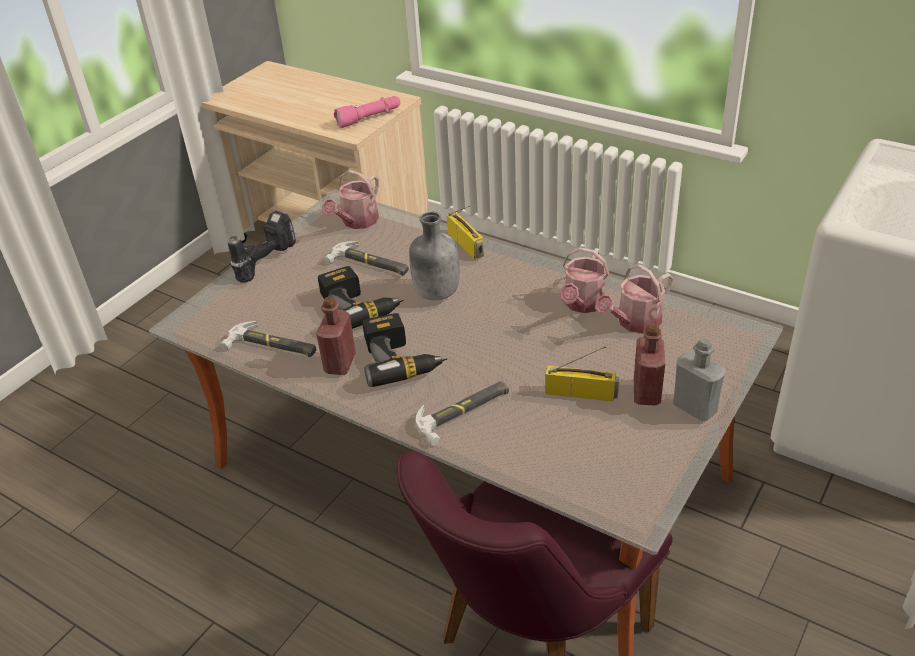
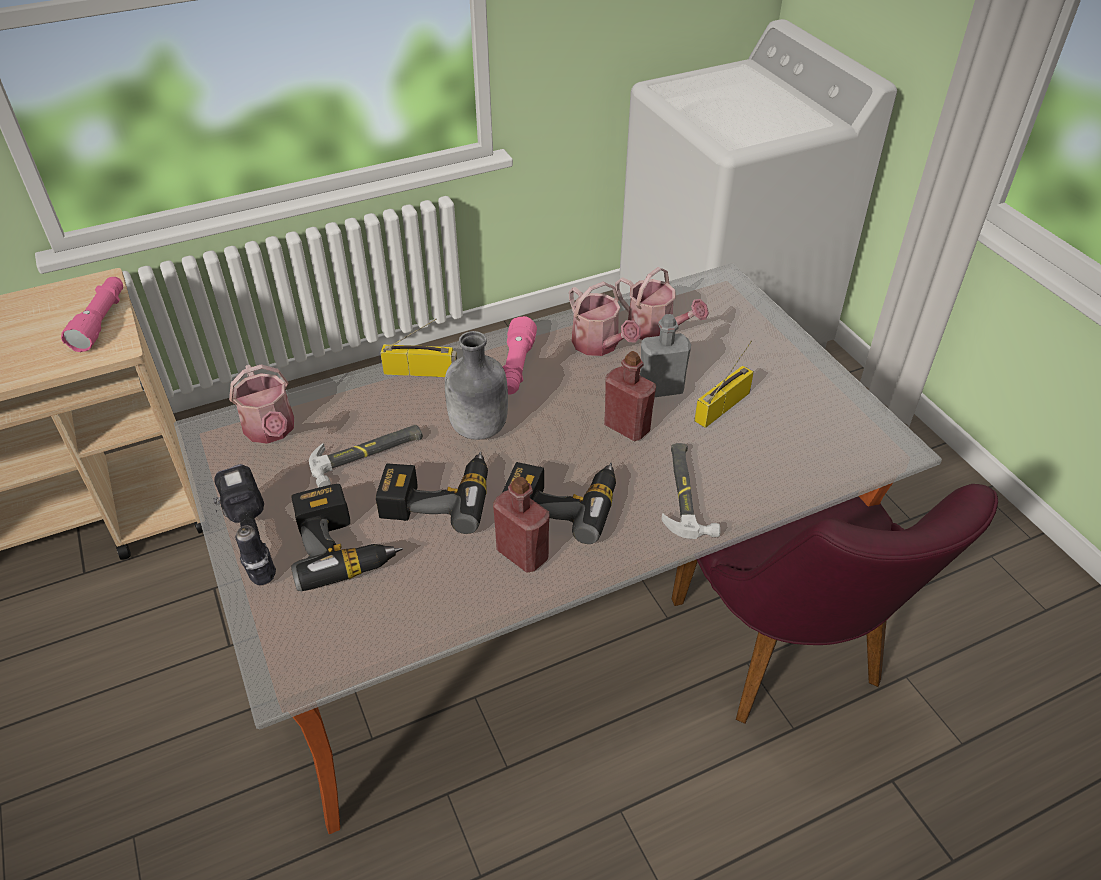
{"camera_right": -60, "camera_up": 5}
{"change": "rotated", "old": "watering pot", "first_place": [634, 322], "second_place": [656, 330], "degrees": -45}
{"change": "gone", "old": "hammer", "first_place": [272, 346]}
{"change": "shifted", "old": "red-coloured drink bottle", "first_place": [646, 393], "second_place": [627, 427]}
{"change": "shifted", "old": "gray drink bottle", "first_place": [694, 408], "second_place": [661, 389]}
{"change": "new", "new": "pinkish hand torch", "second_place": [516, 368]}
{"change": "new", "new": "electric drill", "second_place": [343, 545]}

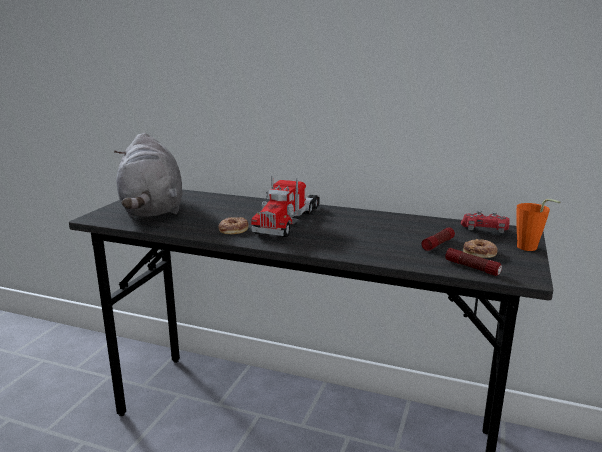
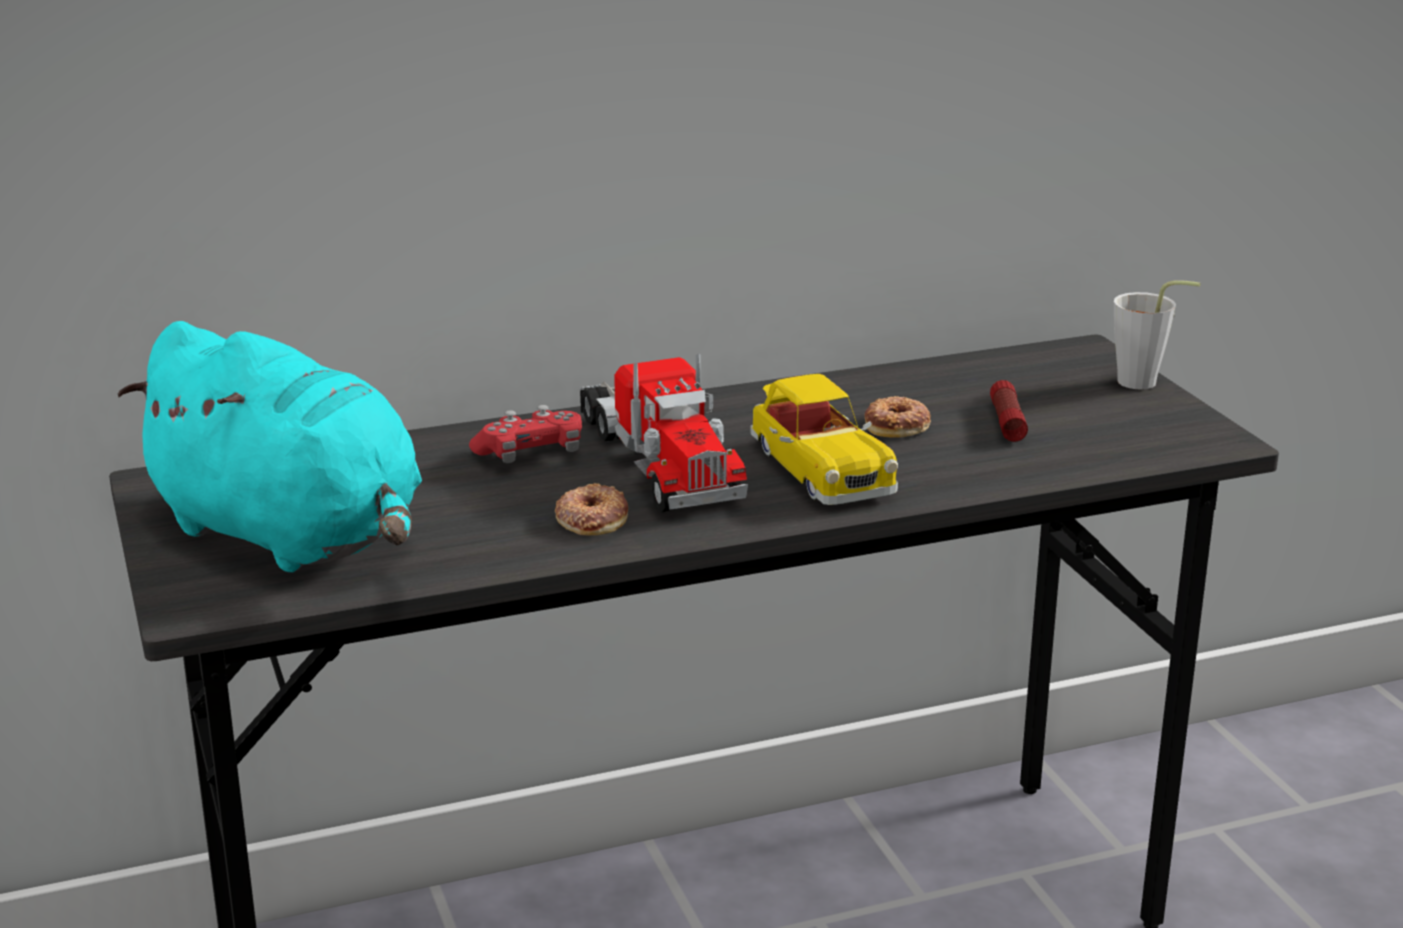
{"camera_right": -40, "camera_up": 5}
{"change": "repainted", "old": "gray plush toy", "new": "blue-green plush toy", "first_place": [152, 210], "second_place": [293, 537]}
{"change": "repainted", "old": "orange small cup", "new": "gray small cup", "first_place": [530, 249], "second_place": [1146, 383]}
{"change": "shifted", "old": "red-coloured game controller", "first_place": [484, 231], "second_place": [530, 455]}
{"change": "shifted", "old": "ring doughnut", "first_place": [480, 253], "second_place": [897, 425]}
{"change": "gone", "old": "hand torch", "first_place": [472, 268]}
{"change": "new", "new": "toy car", "second_place": [819, 468]}

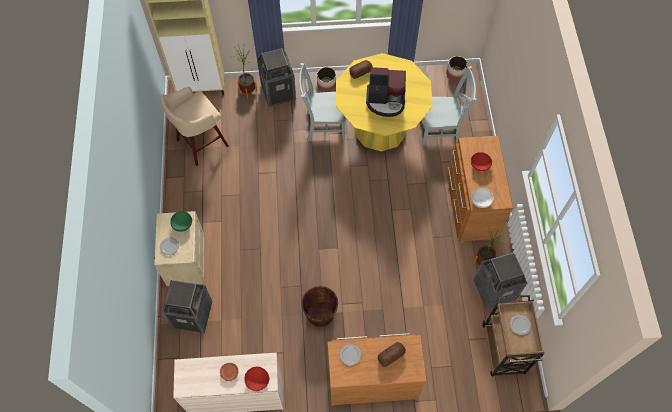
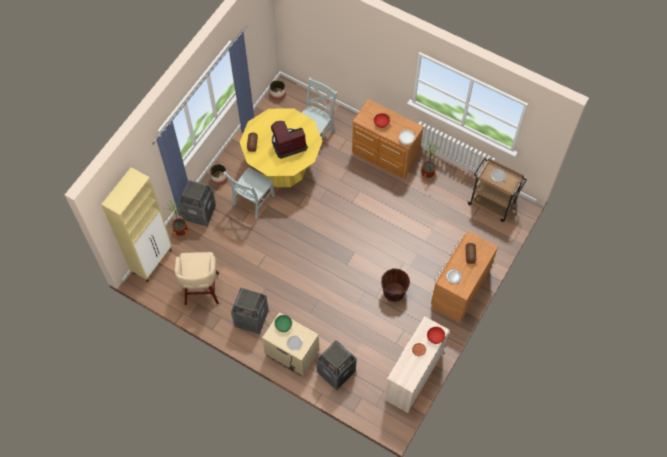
{"camera_right": -55, "camera_up": 0}
{"change": "rotated", "old": "coffee machine", "first_place": [386, 101], "second_place": [288, 144], "degrees": -150}
{"change": "shifted", "old": "trash can", "first_place": [494, 289], "second_place": [251, 319]}

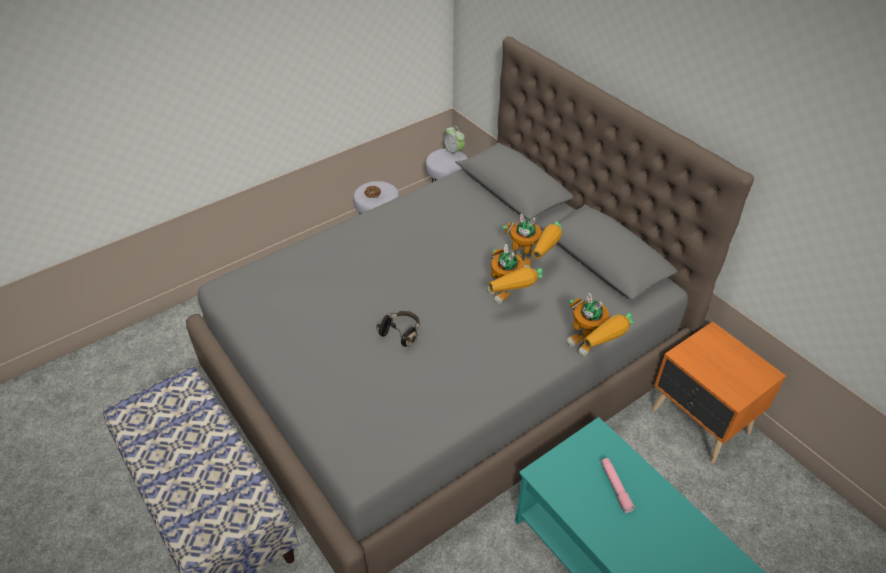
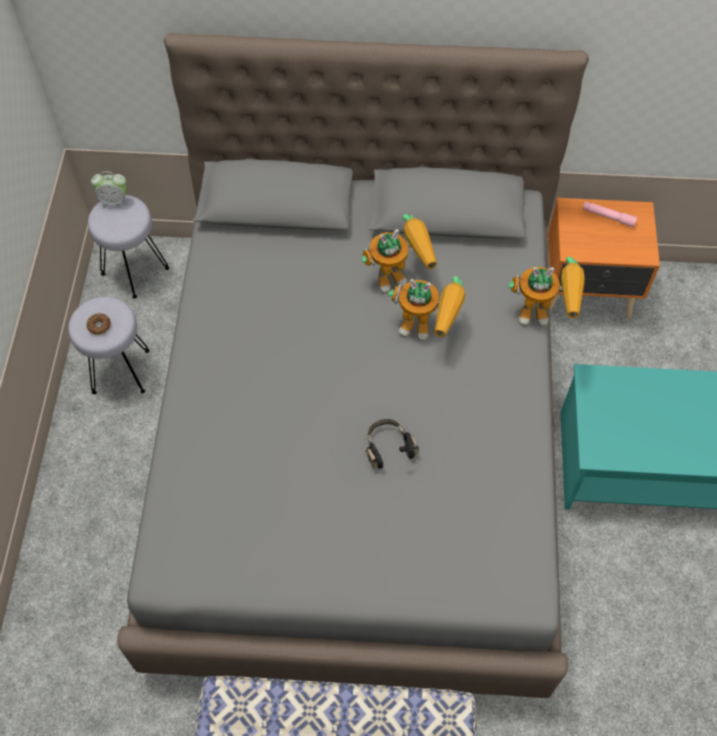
{"camera_right": -50, "camera_up": 15}
{"change": "shifted", "old": "pinkish hand torch", "first_place": [615, 487], "second_place": [608, 217]}

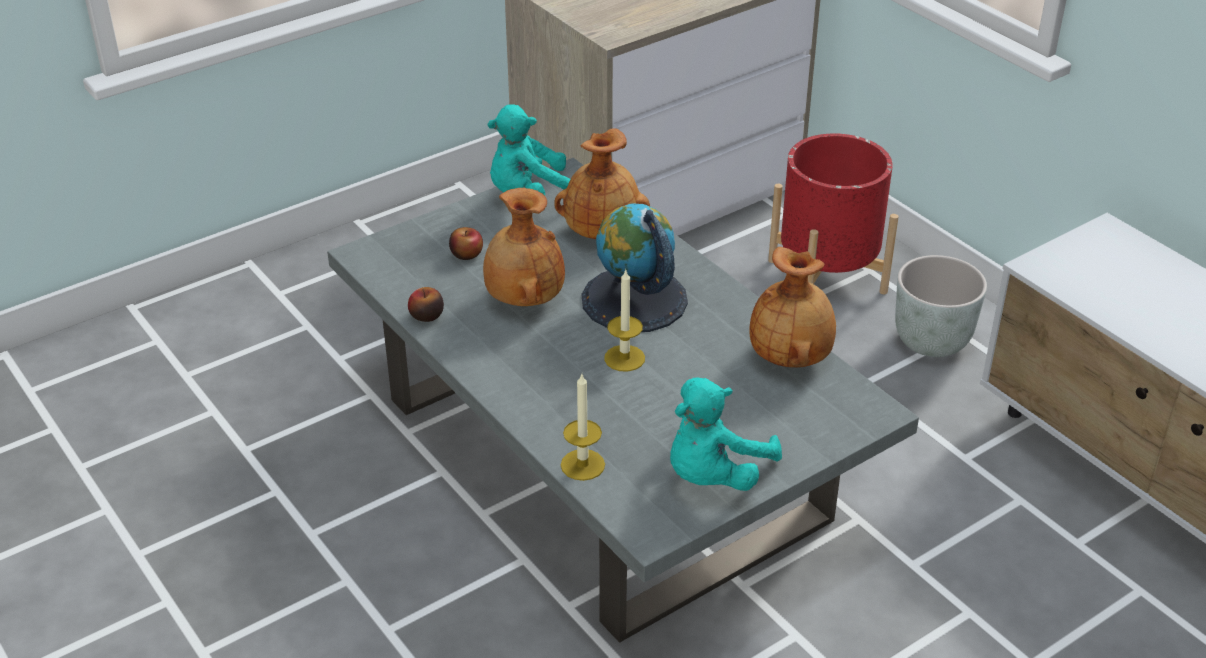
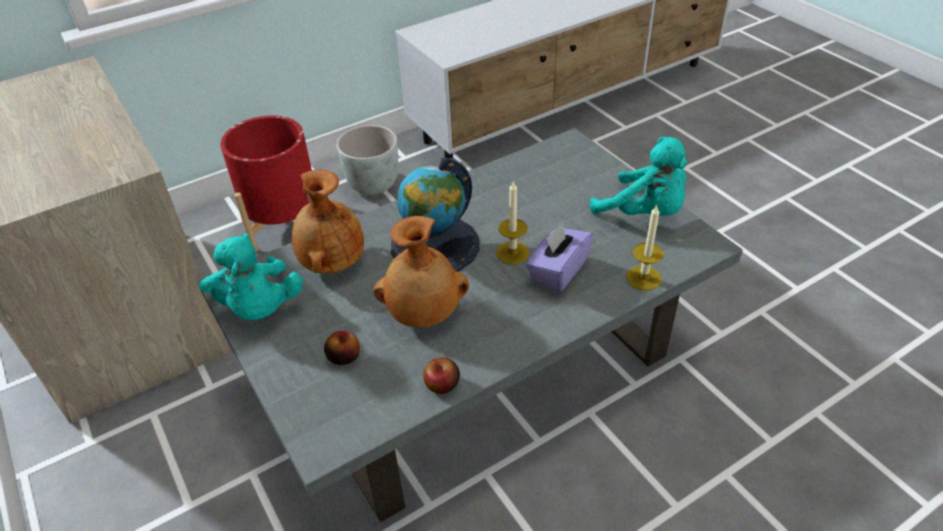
{"camera_right": -85, "camera_up": 5}
{"change": "gone", "old": "brown-coloured flower vase", "first_place": [791, 357]}
{"change": "new", "new": "purplish box of tissues", "second_place": [557, 271]}

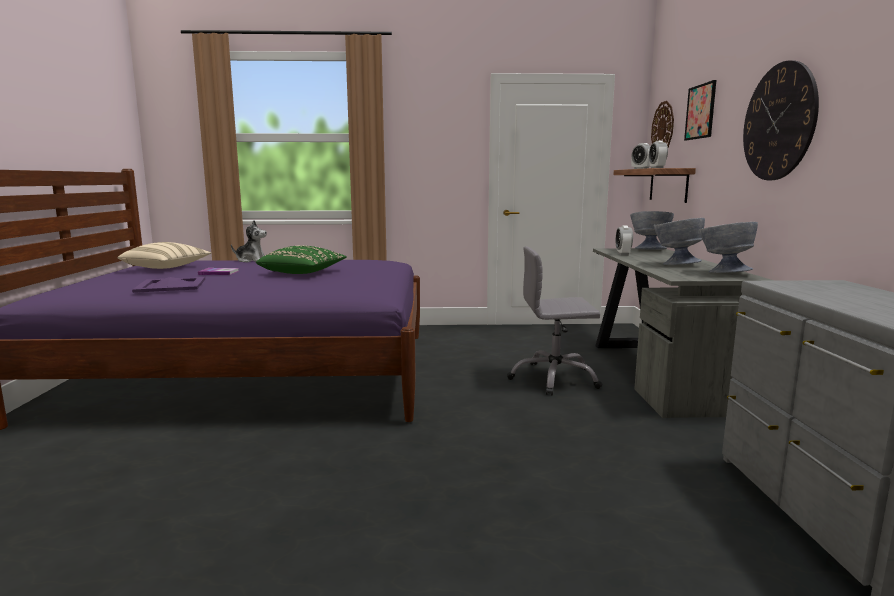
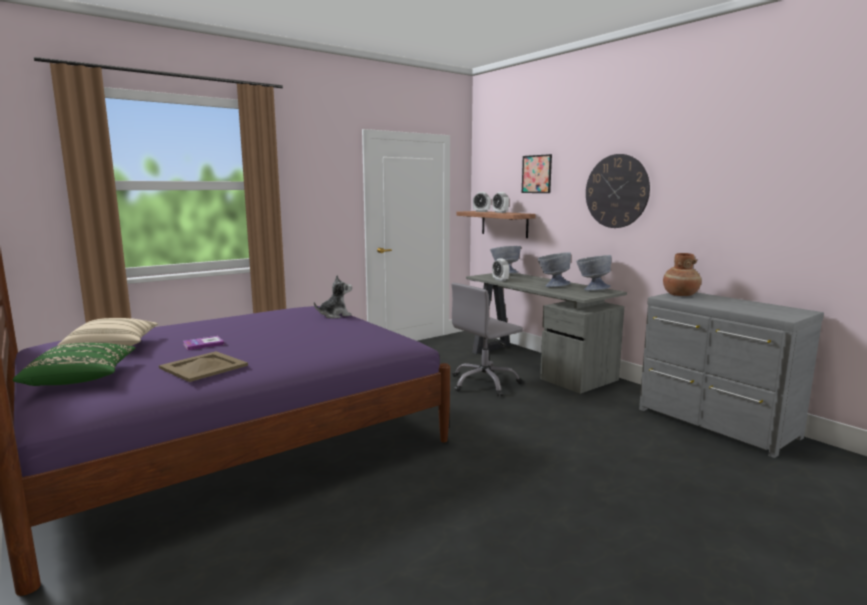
{"camera_right": -35, "camera_up": 0}
{"change": "gone", "old": "wall clock", "first_place": [663, 128]}
{"change": "shifted", "old": "plush toy", "first_place": [252, 260], "second_place": [335, 315]}
{"change": "shifted", "old": "greenish cushion", "first_place": [303, 273], "second_place": [81, 379]}
{"change": "repainted", "old": "purplish carrying tray", "new": "beige-coloured carrying tray", "first_place": [170, 285], "second_place": [203, 367]}
{"change": "new", "new": "brown-coloured flower vase", "second_place": [680, 295]}

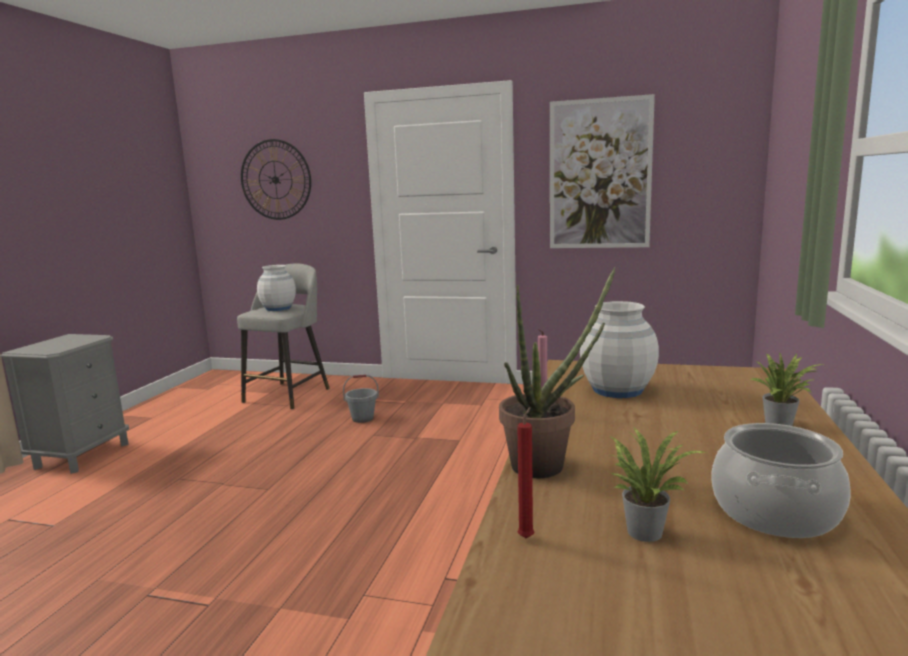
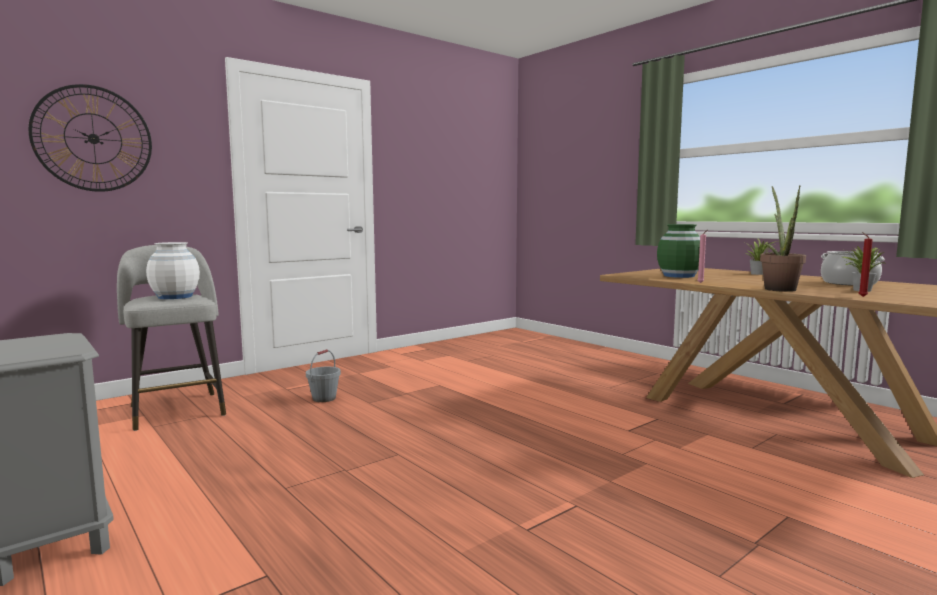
{"camera_right": -55, "camera_up": -5}
{"change": "gone", "old": "wall art", "first_place": [599, 174]}
{"change": "repainted", "old": "whitish flower vase", "new": "greenish flower vase", "first_place": [618, 390], "second_place": [679, 276]}

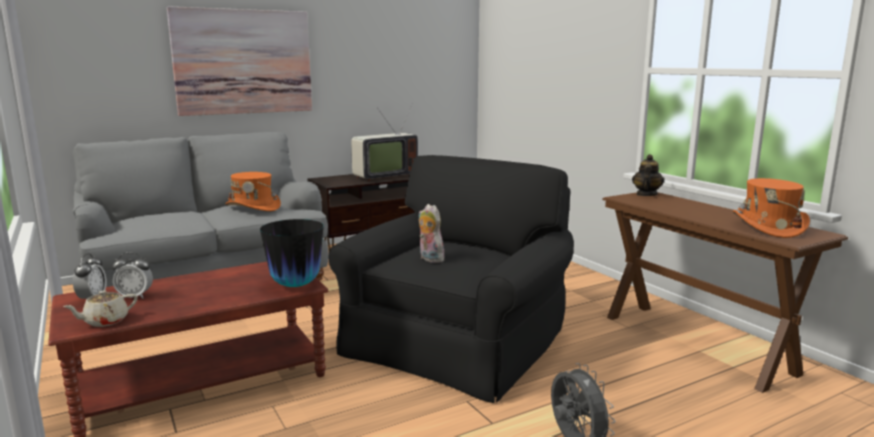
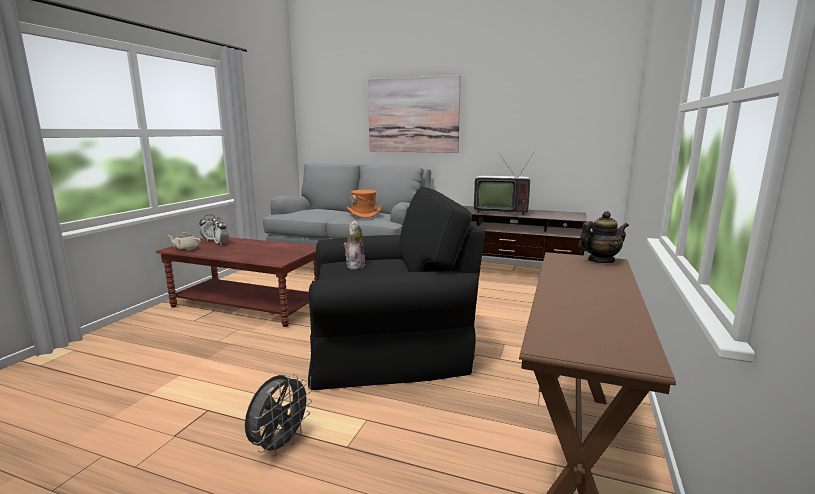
{"camera_right": 50, "camera_up": 0}
{"change": "gone", "old": "orange wearable hat", "first_place": [768, 227]}
{"change": "gone", "old": "flower vase", "first_place": [295, 285]}

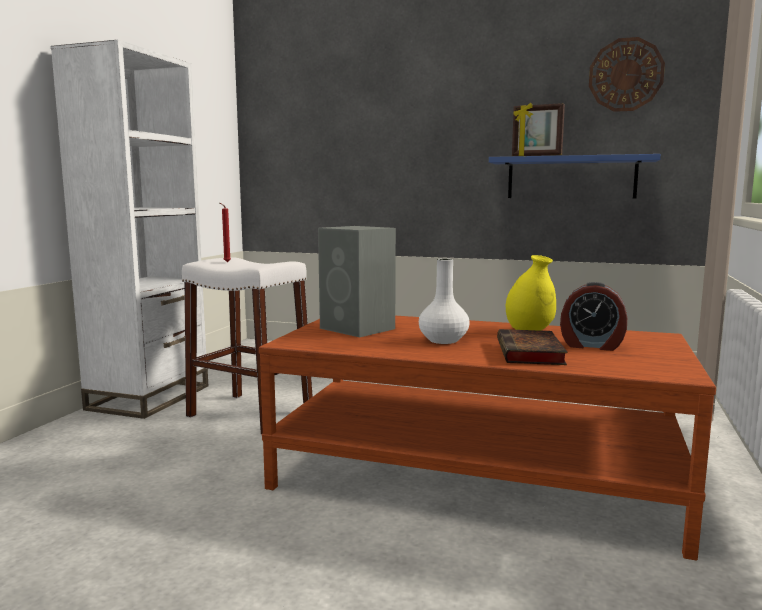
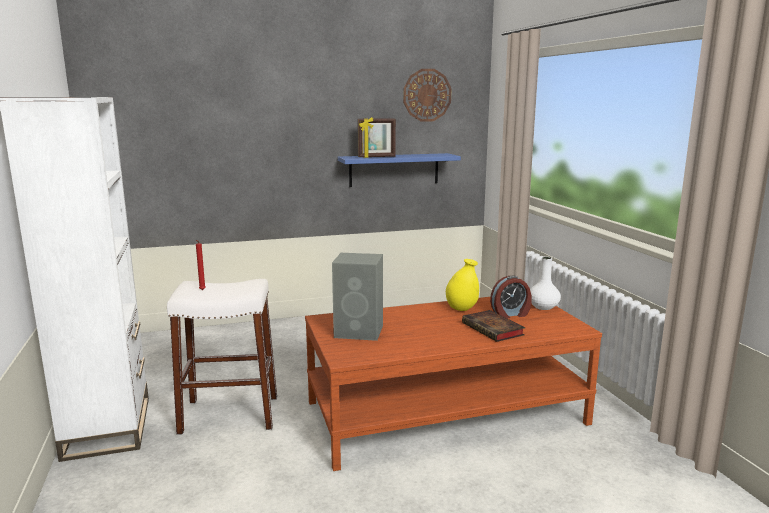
{"camera_right": -35, "camera_up": 5}
{"change": "shifted", "old": "whitish flower vase", "first_place": [443, 340], "second_place": [543, 307]}

